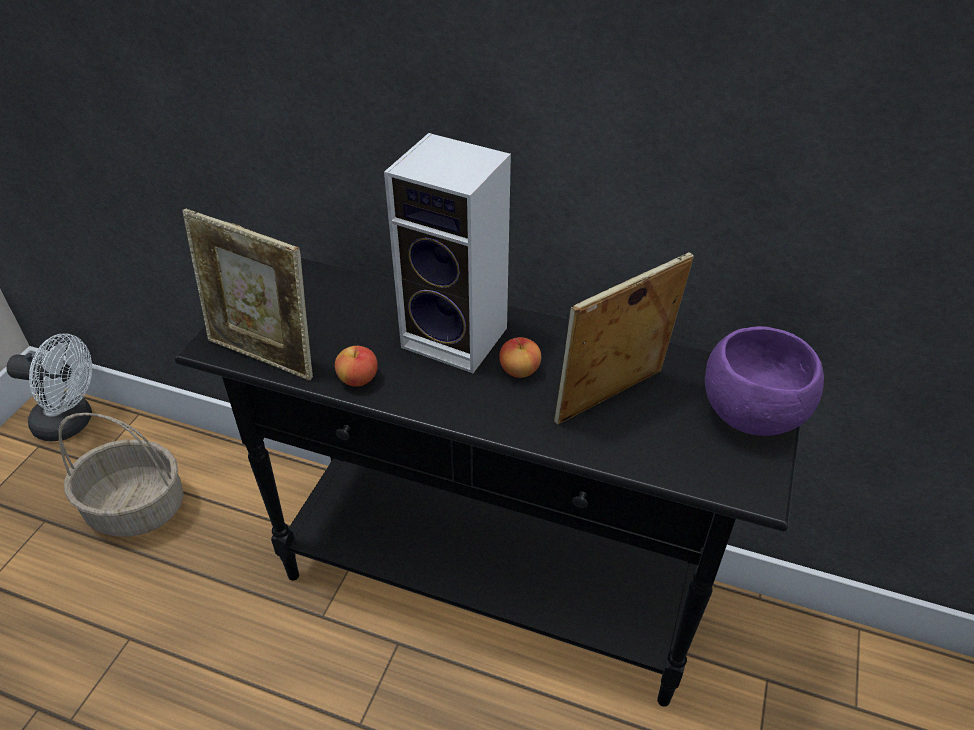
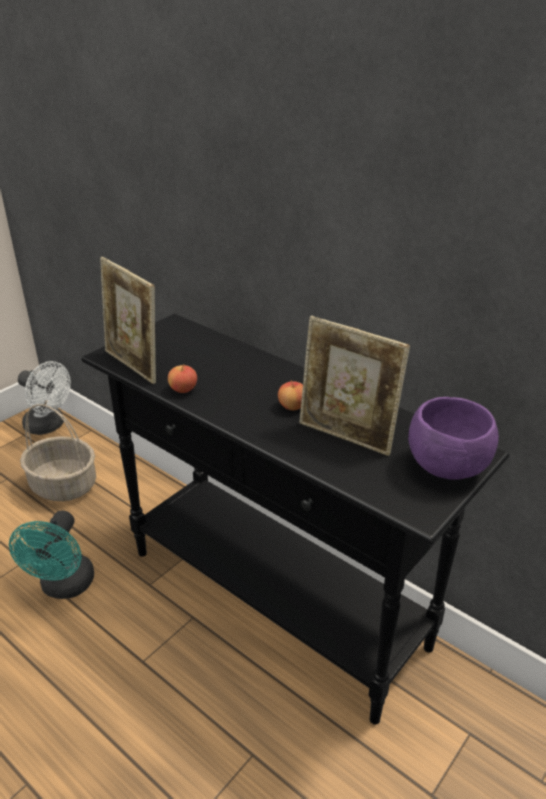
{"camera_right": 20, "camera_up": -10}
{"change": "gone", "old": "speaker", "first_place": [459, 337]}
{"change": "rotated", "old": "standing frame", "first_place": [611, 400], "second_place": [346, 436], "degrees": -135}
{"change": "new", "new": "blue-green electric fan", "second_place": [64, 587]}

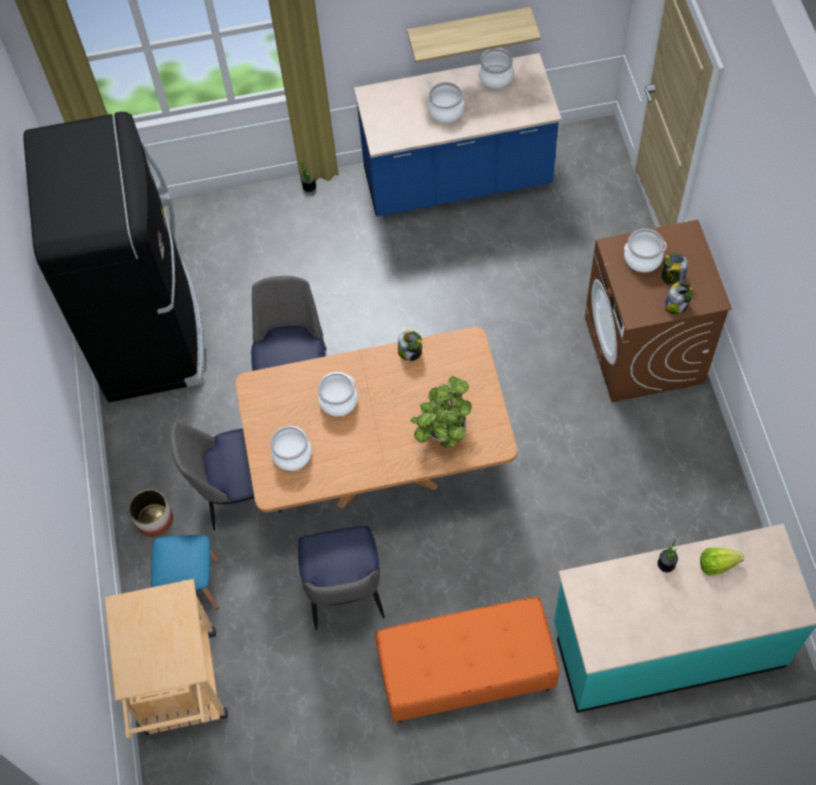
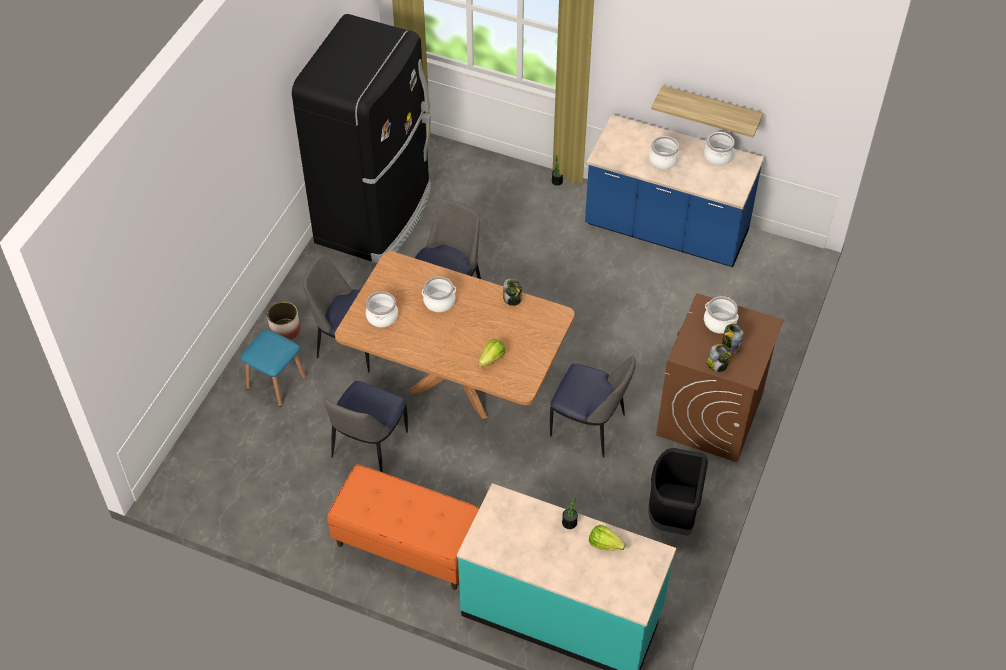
{"camera_right": 30, "camera_up": -10}
{"change": "swapped", "old": "potted plant", "new": "lettuce", "first_place": [443, 432], "second_place": [492, 359]}
{"change": "gone", "old": "beige-coloured wheeled cart", "first_place": [183, 691]}
{"change": "new", "new": "plain chair", "second_place": [589, 427]}
{"change": "new", "new": "blackish trash can", "second_place": [672, 515]}

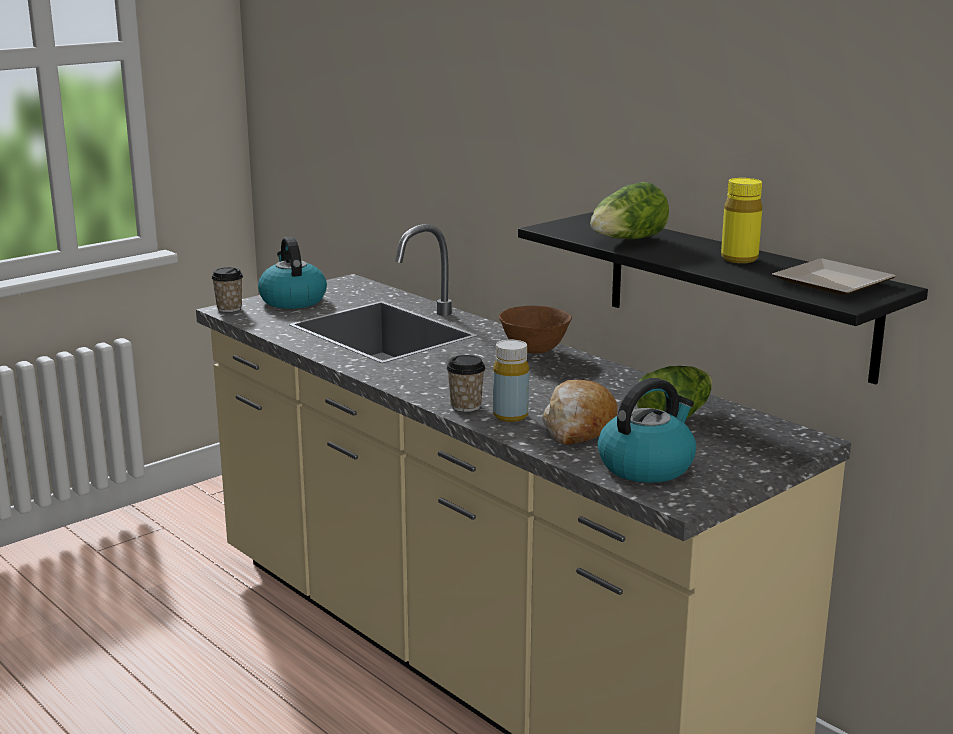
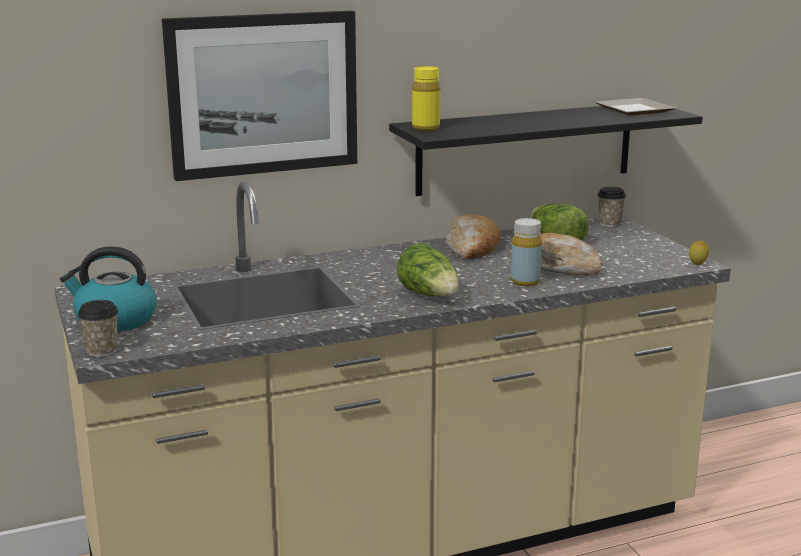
{"camera_right": -70, "camera_up": 0}
{"change": "shifted", "old": "yellowish drink bottle", "first_place": [739, 259], "second_place": [425, 128]}
{"change": "shifted", "old": "lettuce", "first_place": [627, 241], "second_place": [430, 295]}
{"change": "gone", "old": "brown-coloured bowl", "first_place": [534, 350]}
{"change": "shifted", "old": "small cup", "first_place": [465, 406], "second_place": [609, 224]}
{"change": "gone", "old": "tea kettle", "first_place": [646, 466]}
{"change": "new", "new": "wall art", "second_place": [263, 94]}
{"change": "new", "new": "bakery bread", "second_place": [473, 248]}
{"change": "new", "new": "whole lemon", "second_place": [697, 265]}

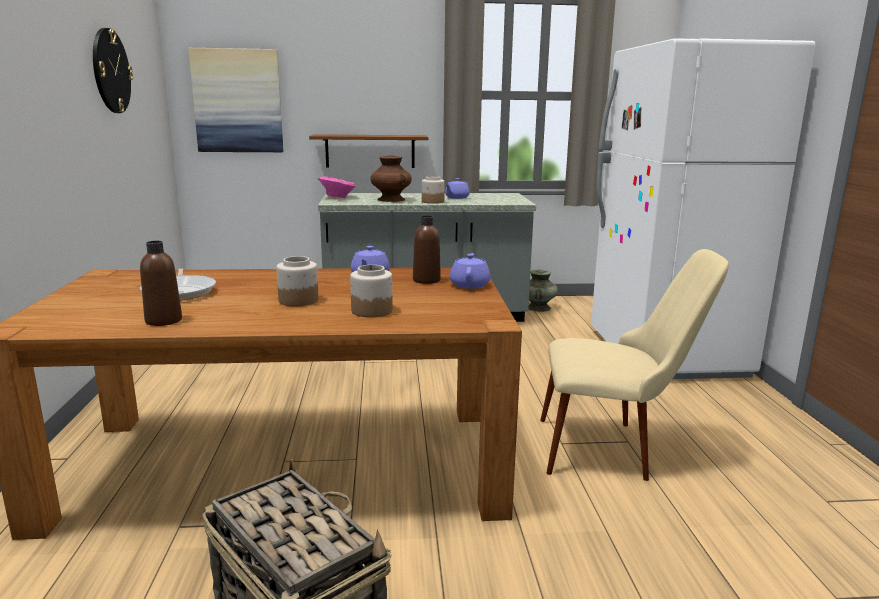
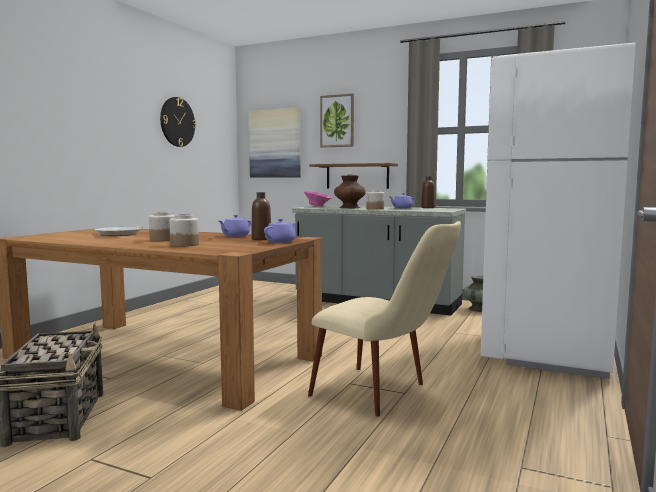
{"camera_right": 30, "camera_up": -10}
{"change": "shifted", "old": "brown-coloured drink bottle", "first_place": [163, 321], "second_place": [427, 207]}
{"change": "new", "new": "wall art", "second_place": [337, 121]}

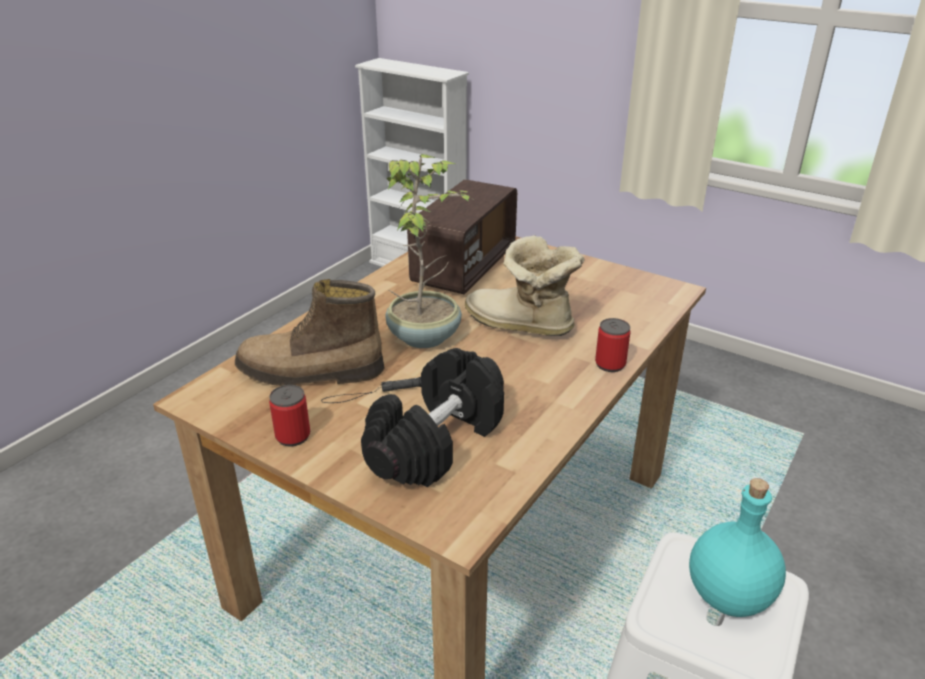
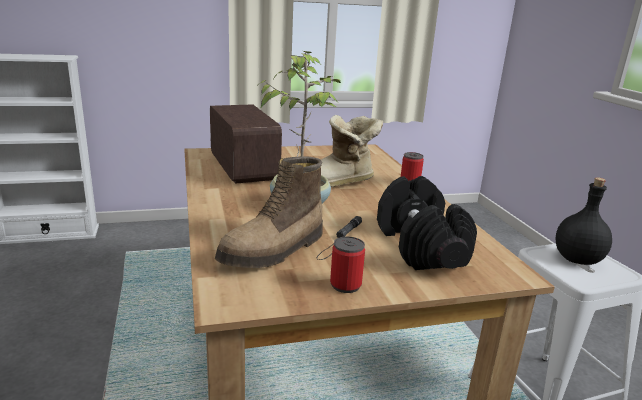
{"camera_right": -50, "camera_up": -10}
{"change": "repainted", "old": "blue-green drink bottle", "new": "blackish drink bottle", "first_place": [727, 596], "second_place": [577, 260]}

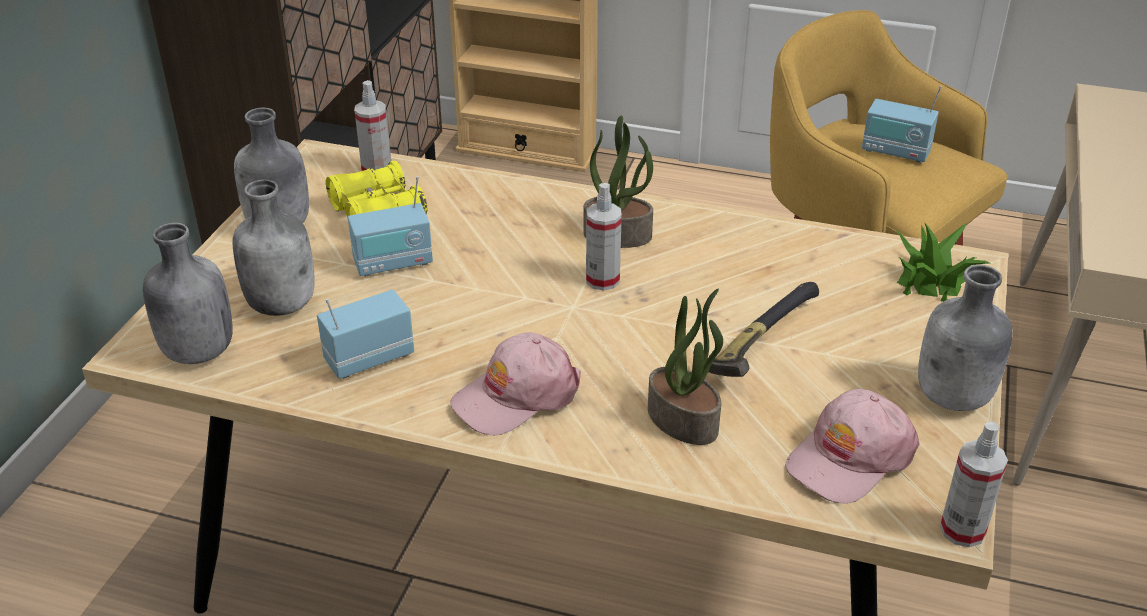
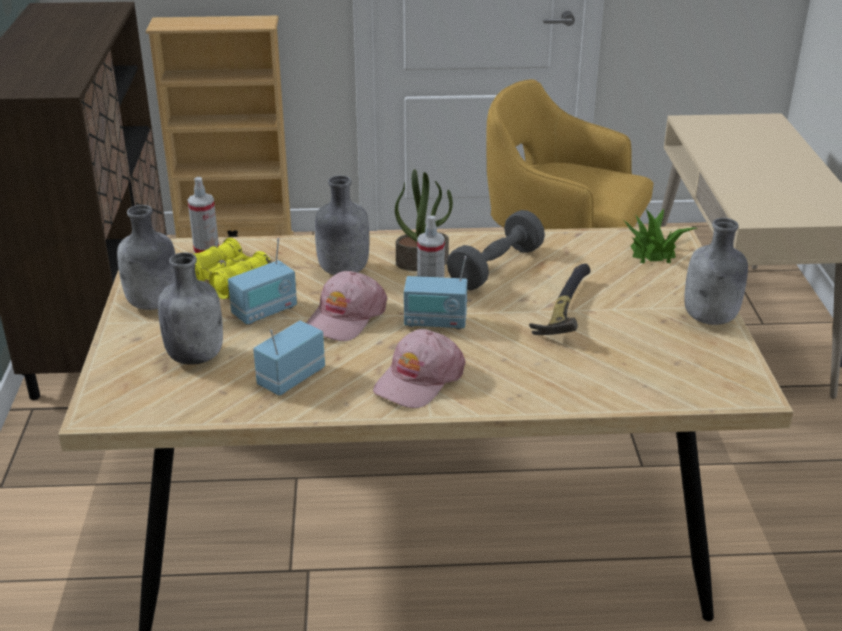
{"camera_right": -20, "camera_up": -5}
{"change": "shifted", "old": "radio receiver", "first_place": [895, 152], "second_place": [435, 322]}
{"change": "shifted", "old": "gray drink bottle", "first_place": [197, 352], "second_place": [342, 271]}
{"change": "gone", "old": "potted plant", "first_place": [684, 420]}
{"change": "shifted", "old": "pinkish baseball cap", "first_place": [849, 457], "second_place": [345, 317]}
{"change": "gone", "old": "hand sprayer", "first_place": [962, 530]}
{"change": "new", "new": "gray free weight", "second_place": [496, 267]}

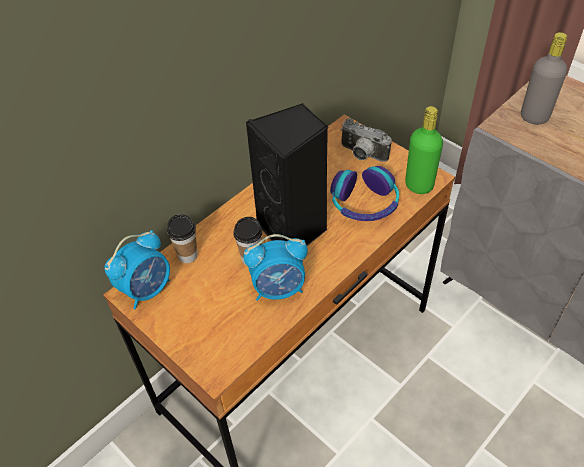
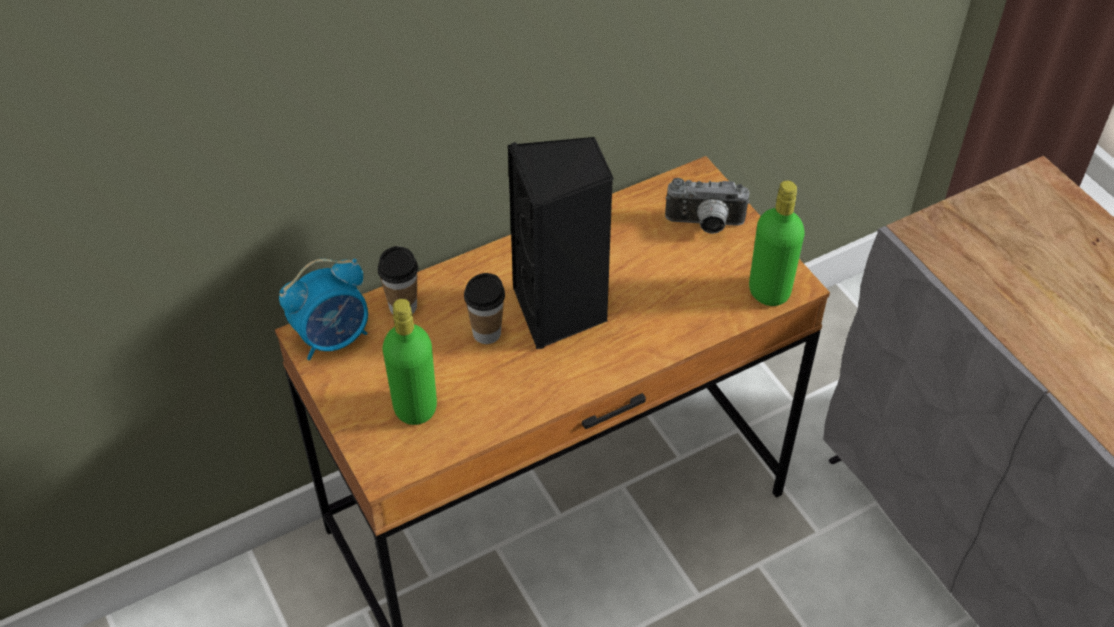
{"camera_right": 15, "camera_up": 0}
{"change": "gone", "old": "gray drink bottle", "first_place": [534, 117]}
{"change": "rotated", "old": "photo camera", "first_place": [362, 155], "second_place": [705, 225], "degrees": -45}
{"change": "gone", "old": "headset", "first_place": [364, 203]}
{"change": "gone", "old": "alarm clock", "first_place": [279, 288]}
{"change": "new", "new": "greenish drink bottle", "second_place": [415, 407]}

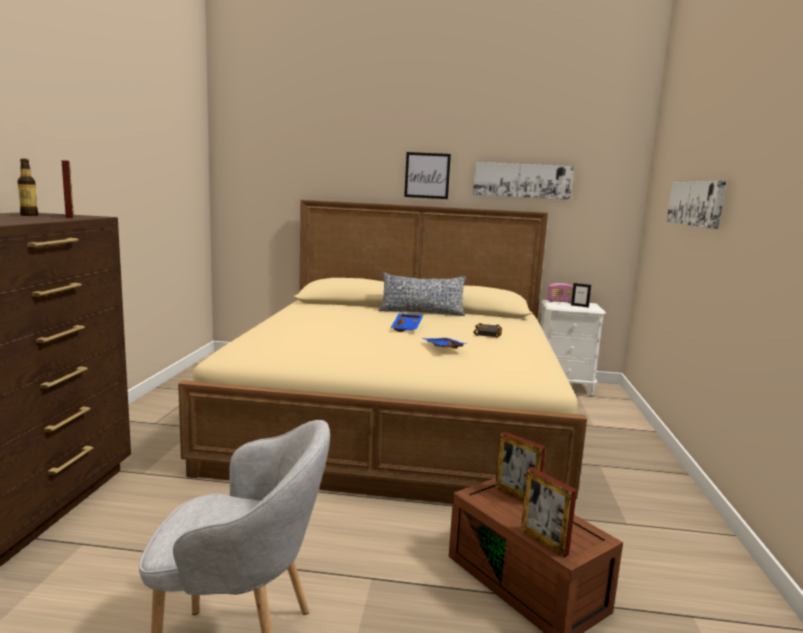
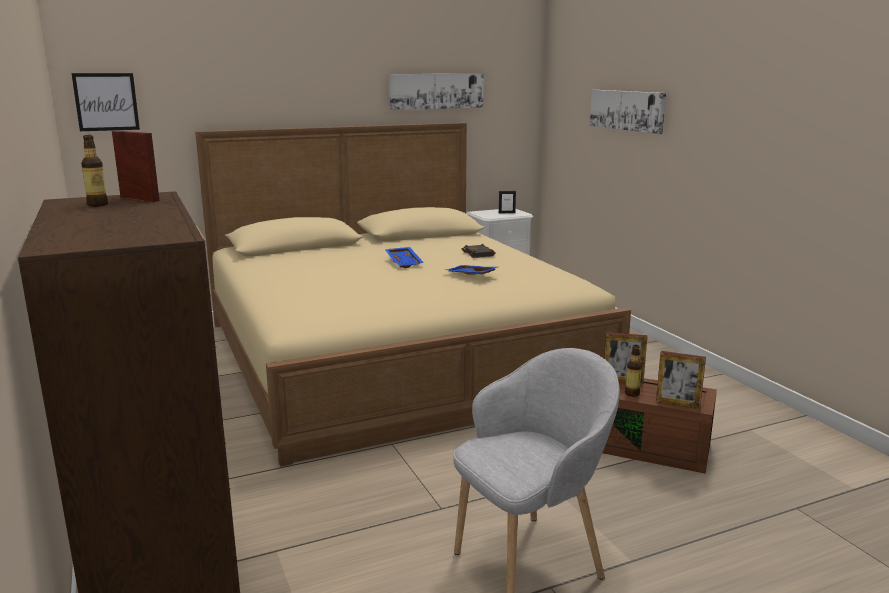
{"camera_right": -30, "camera_up": 5}
{"change": "shifted", "old": "wall art", "first_place": [427, 175], "second_place": [106, 102]}
{"change": "gone", "old": "cushion", "first_place": [421, 312]}
{"change": "gone", "old": "radio receiver", "first_place": [560, 302]}
{"change": "new", "new": "drink bottle", "second_place": [632, 394]}

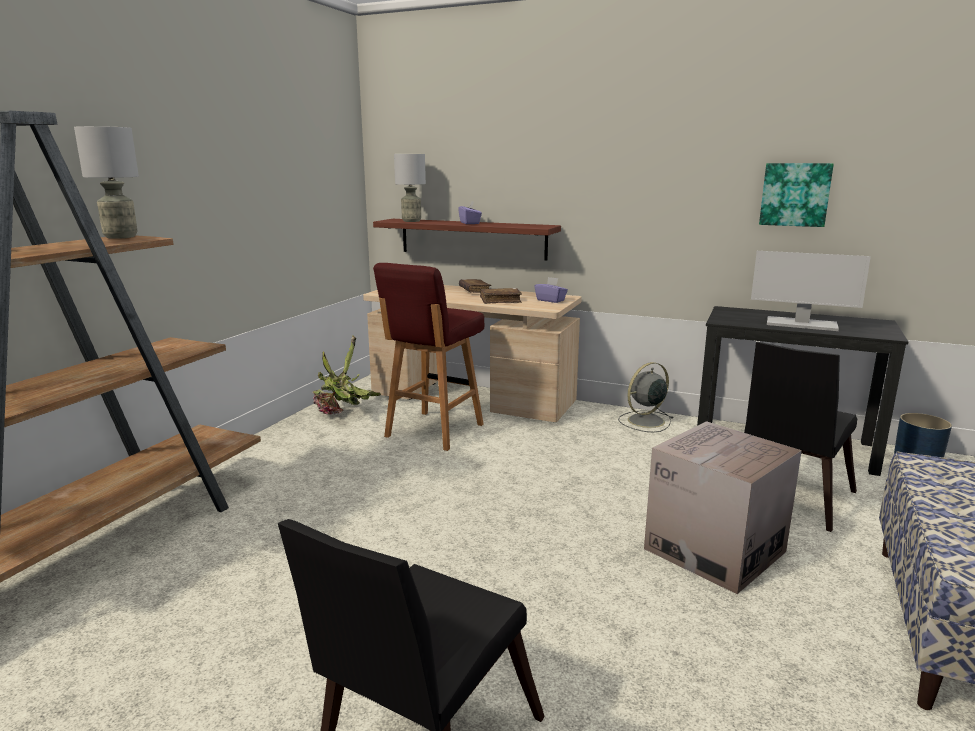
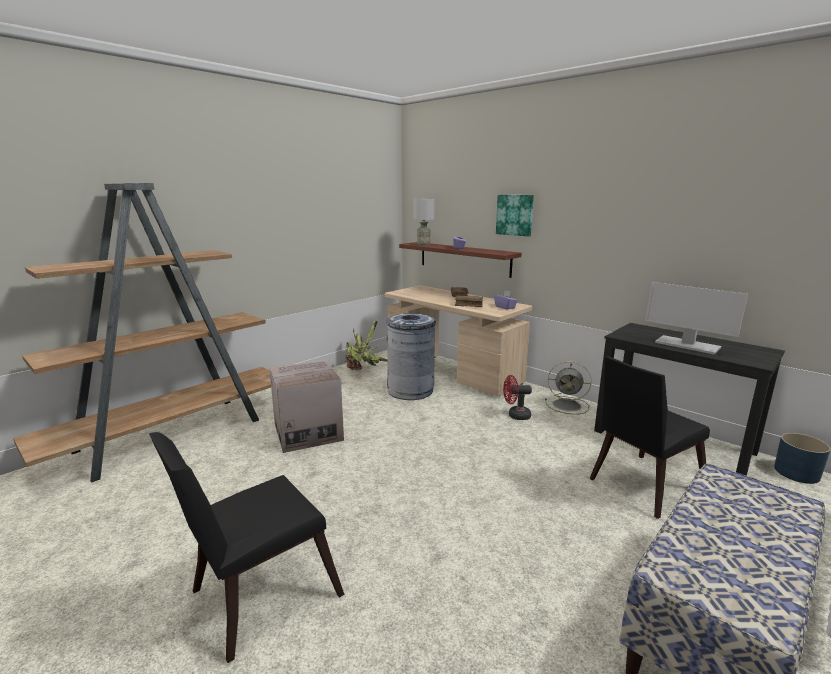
{"camera_right": 20, "camera_up": 0}
{"change": "gone", "old": "gray lamp for a table", "first_place": [120, 237]}
{"change": "shifted", "old": "wall art", "first_place": [795, 194], "second_place": [515, 215]}
{"change": "swapped", "old": "red-coloured sitting stool", "new": "gray trash can", "first_place": [433, 431], "second_place": [410, 390]}
{"change": "rotated", "old": "gray electric fan", "first_place": [644, 421], "second_place": [568, 405], "degrees": -150}
{"change": "shifted", "old": "cardboard box", "first_place": [714, 550], "second_place": [308, 432]}
{"change": "new", "new": "red-coloured electric fan", "second_place": [515, 415]}

